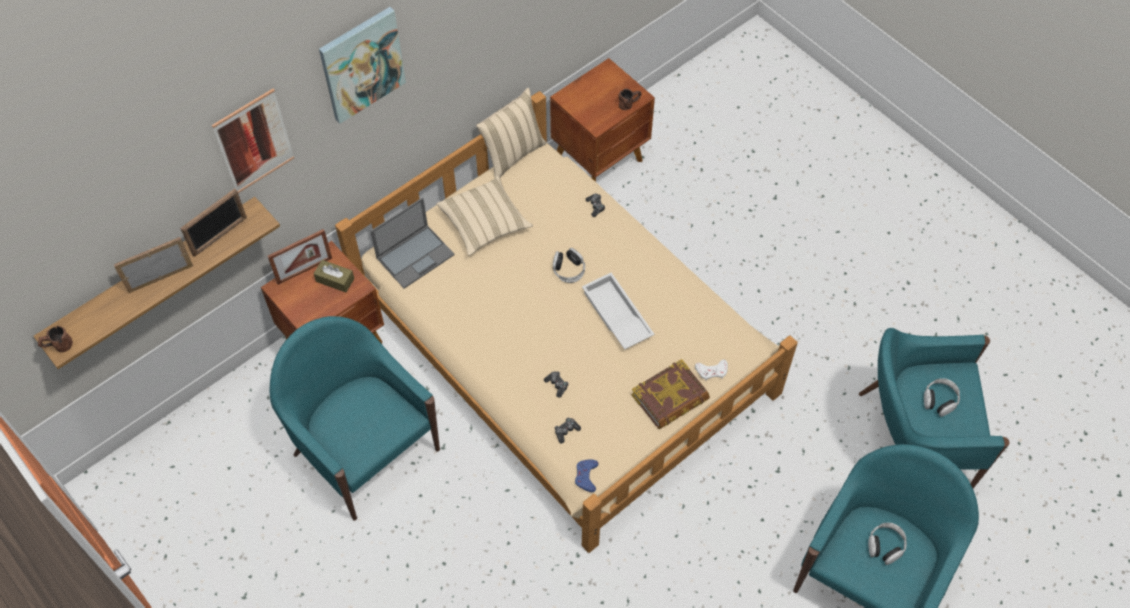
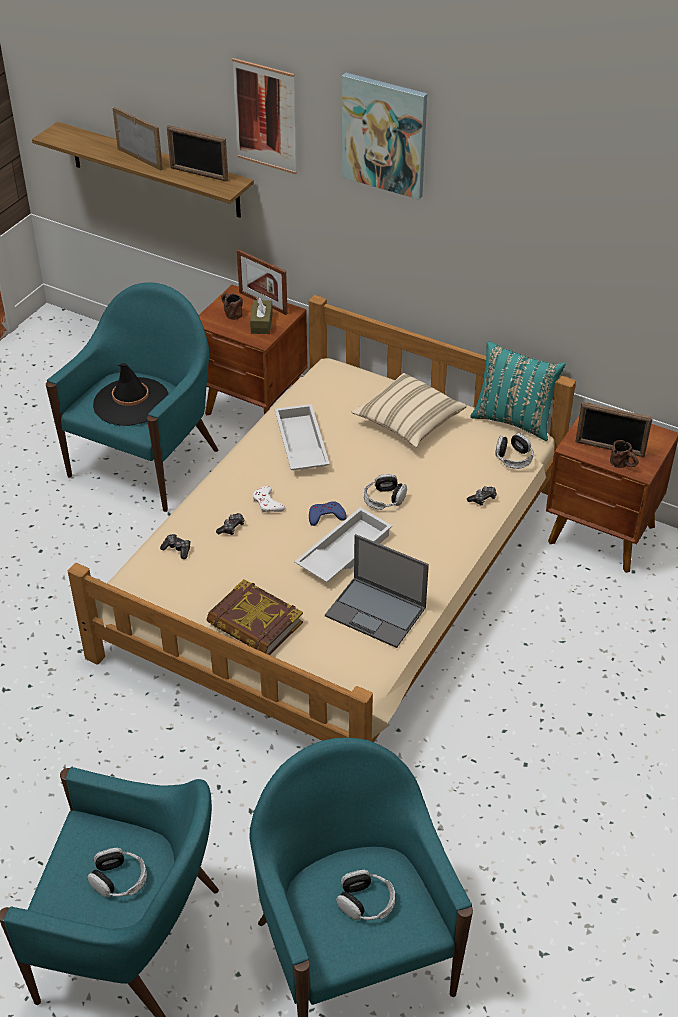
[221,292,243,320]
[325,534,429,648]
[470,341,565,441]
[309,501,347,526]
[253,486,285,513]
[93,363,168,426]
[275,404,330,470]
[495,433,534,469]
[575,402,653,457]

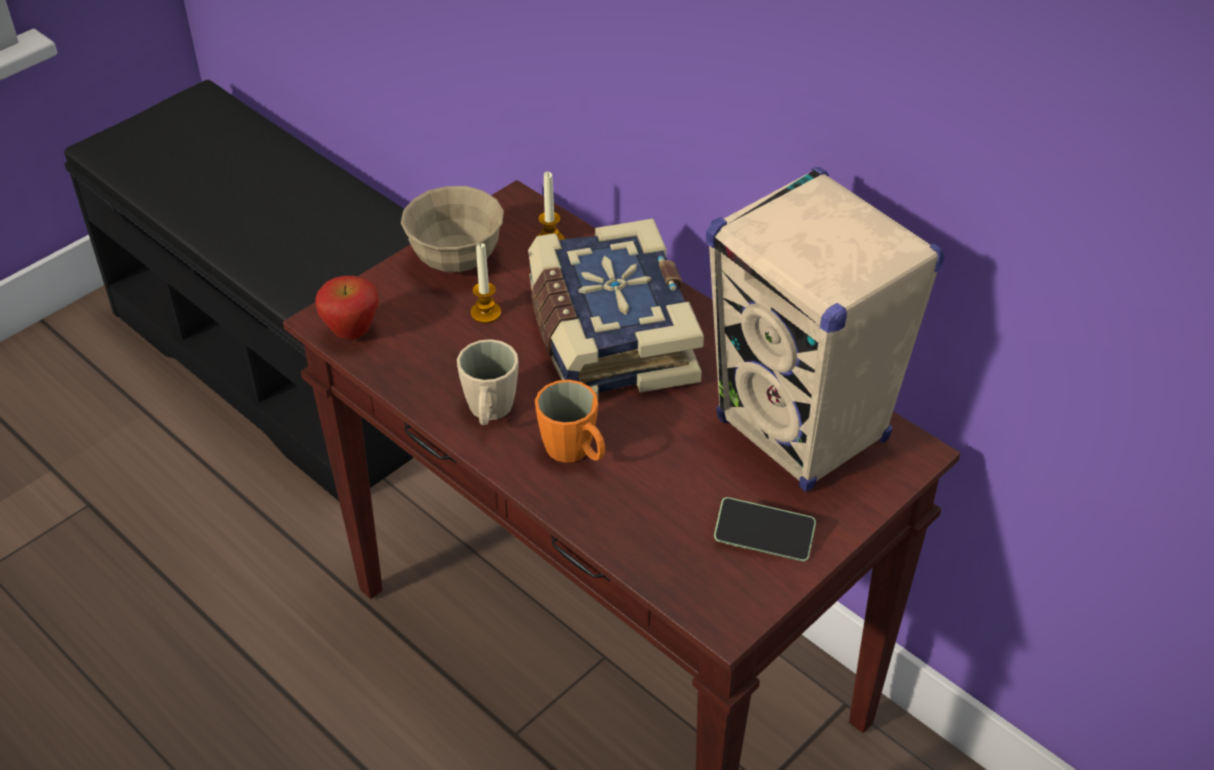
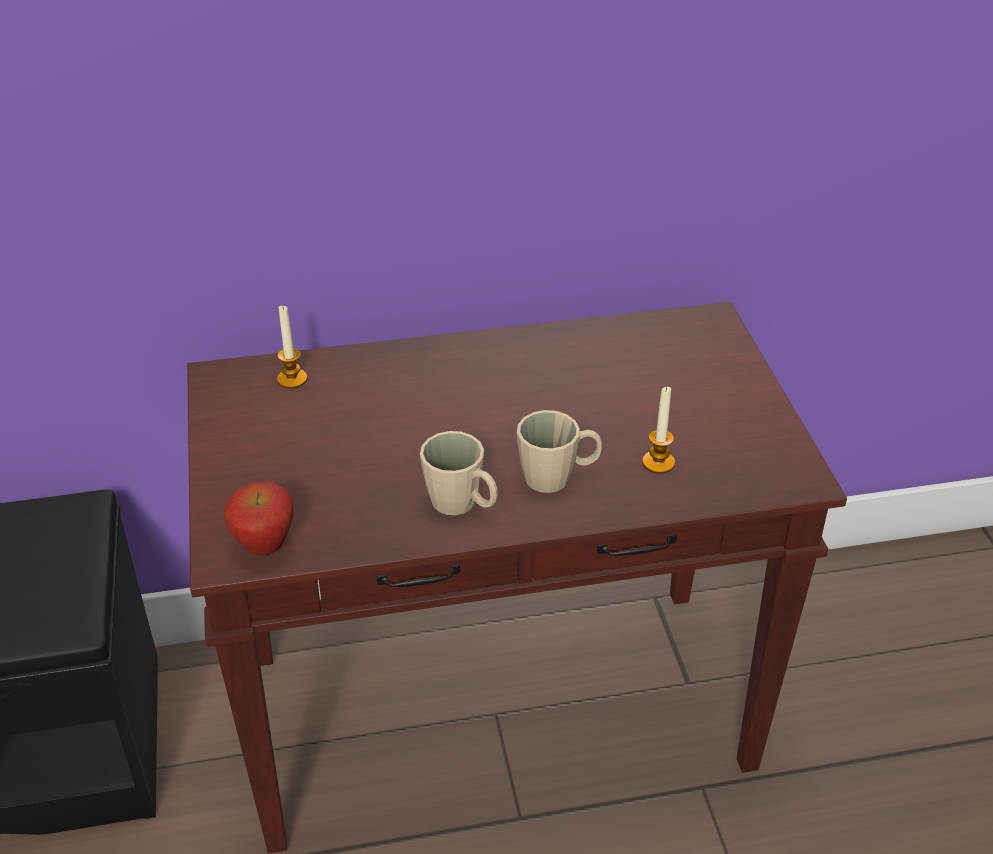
[401,186,504,272] (first image)
[642,387,675,474]
[528,218,704,399] (first image)
[517,410,602,493]
[706,167,945,492] (first image)
[714,497,816,562] (first image)

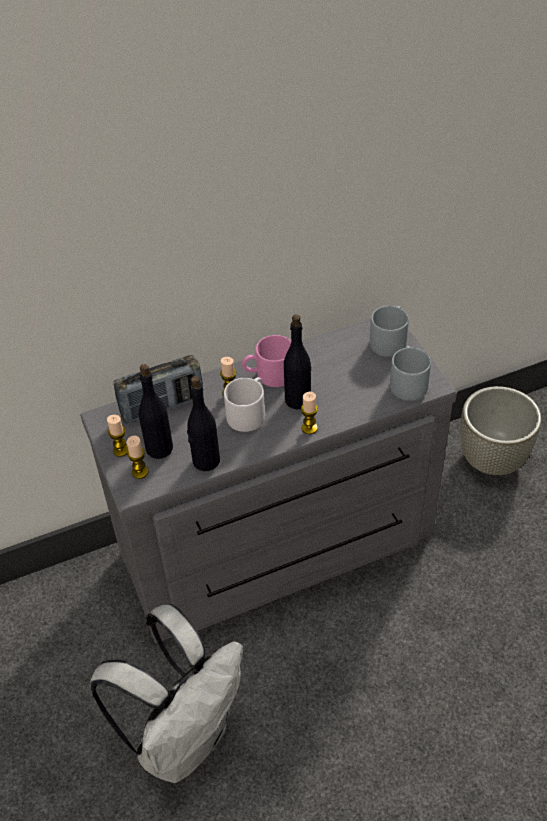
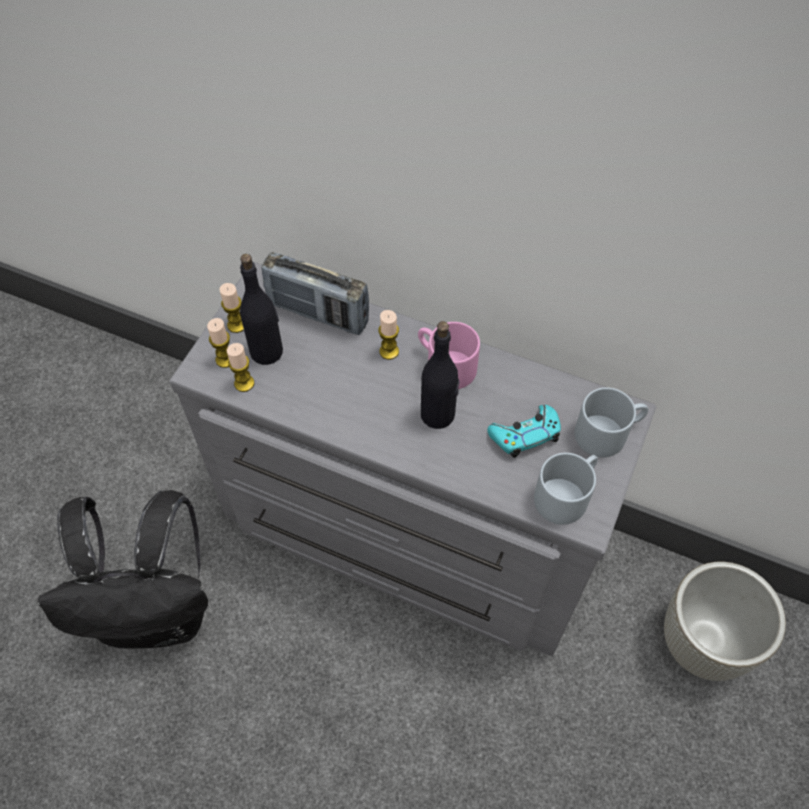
[38,490,208,649]
[187,376,220,471] (first image)
[224,377,265,432] (first image)
[227,343,254,392]
[487,405,561,458]

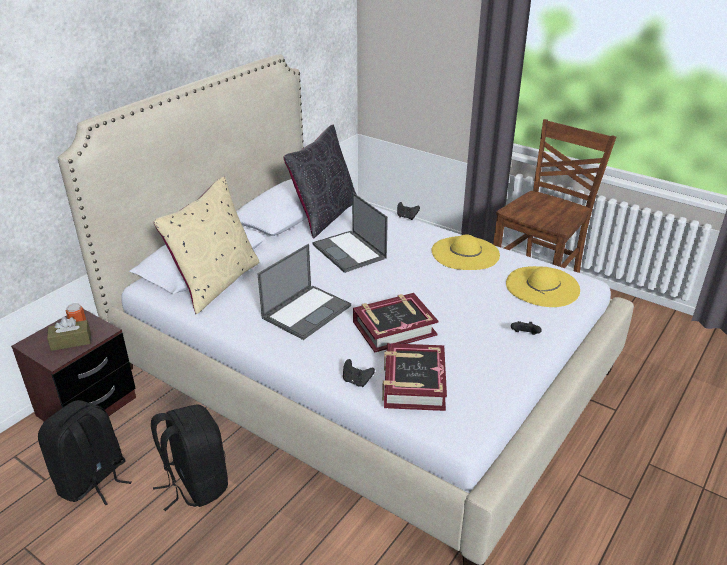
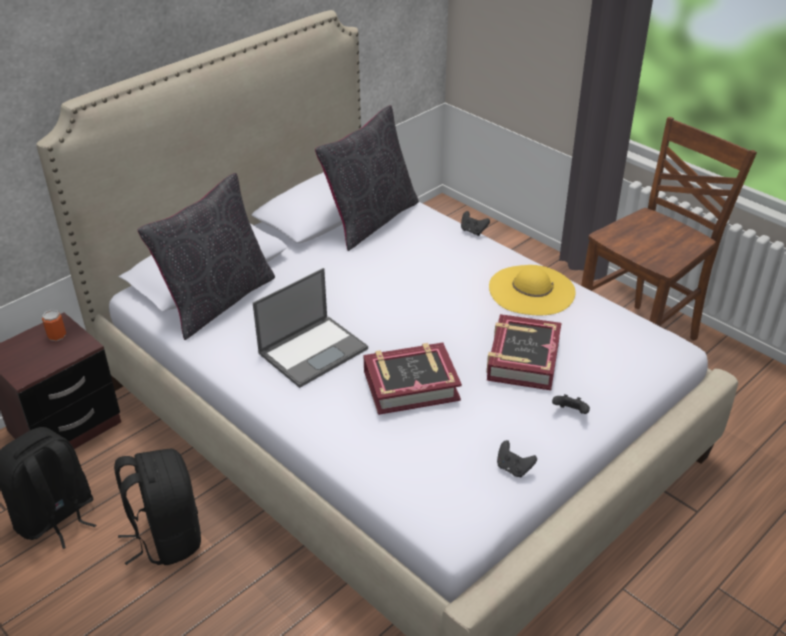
[47,317,91,351] (first image)
[138,173,275,340]
[313,192,388,273] (first image)
[497,440,537,478]
[487,314,561,390]
[506,266,580,307] (first image)

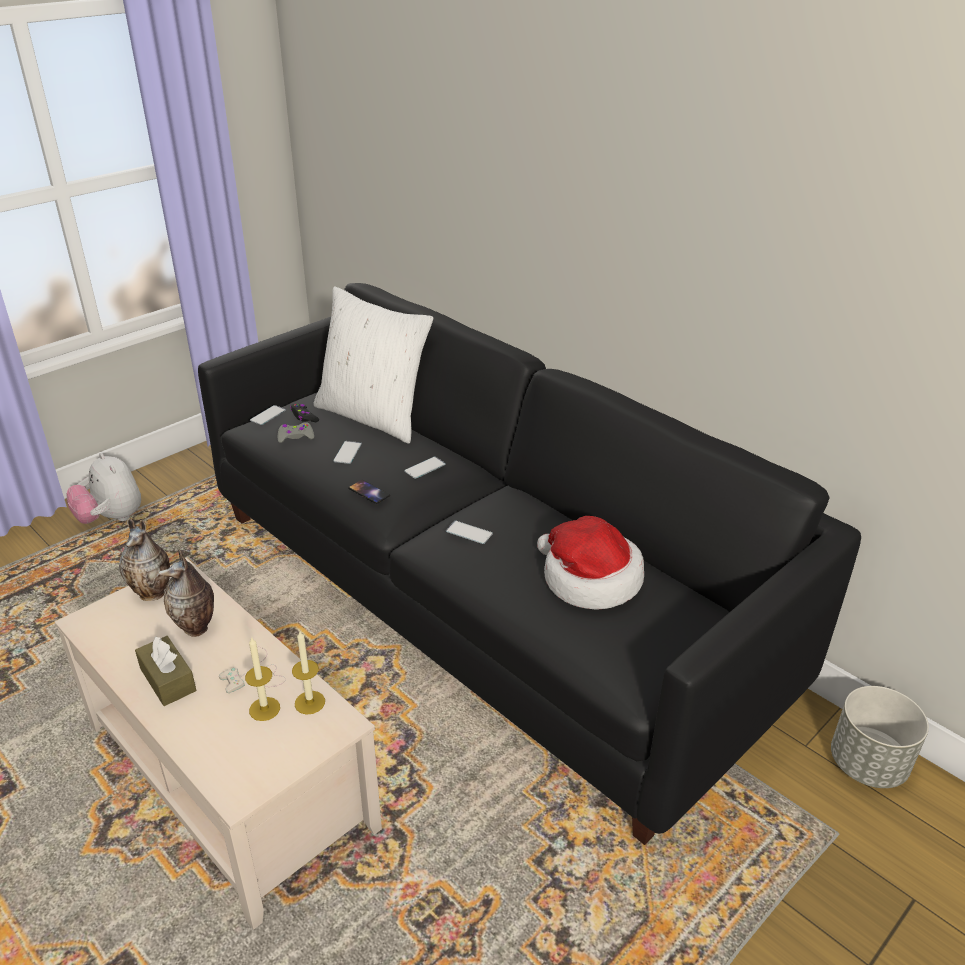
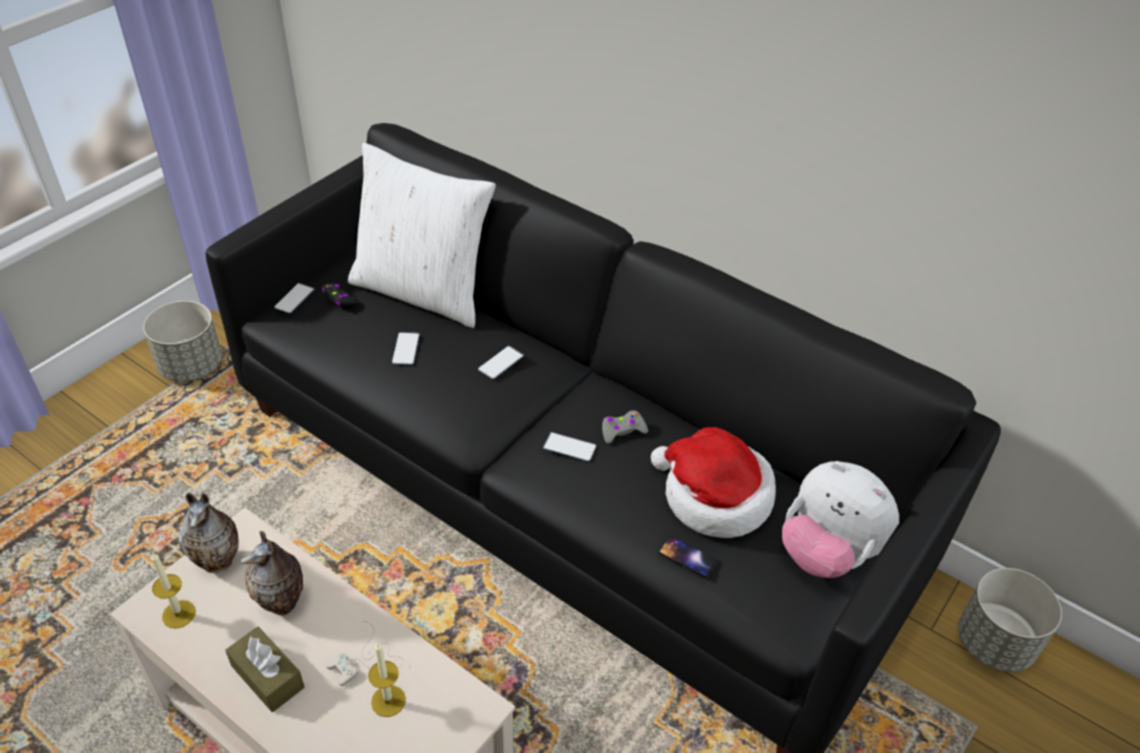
[782,461,899,578]
[602,410,648,444]
[151,552,196,629]
[658,536,717,577]
[143,301,222,382]

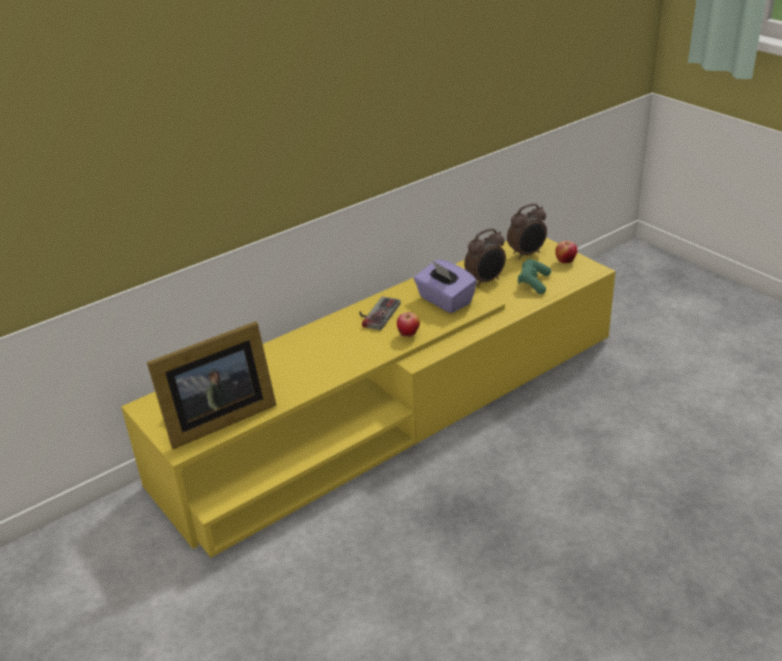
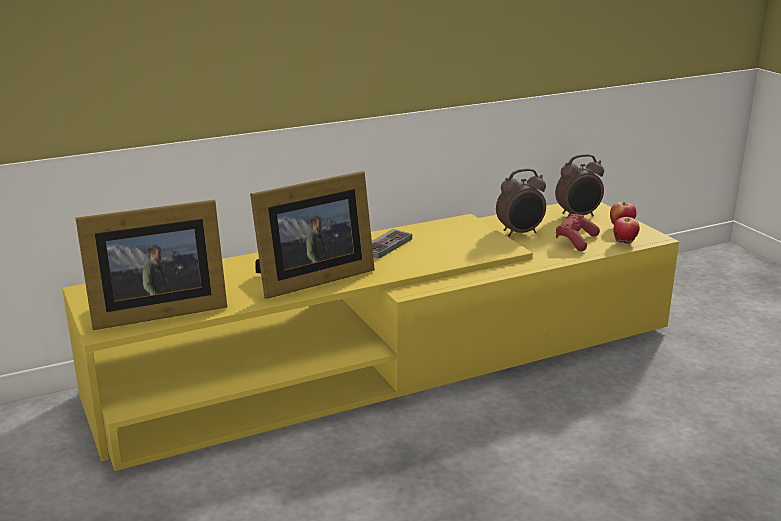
[613,217,640,244]
[414,259,477,313] (first image)
[556,214,600,251]
[250,171,375,299]

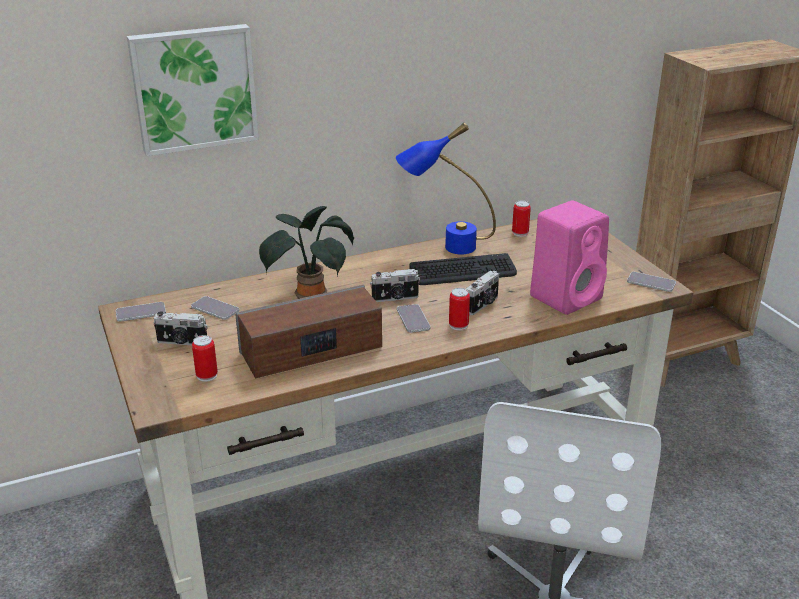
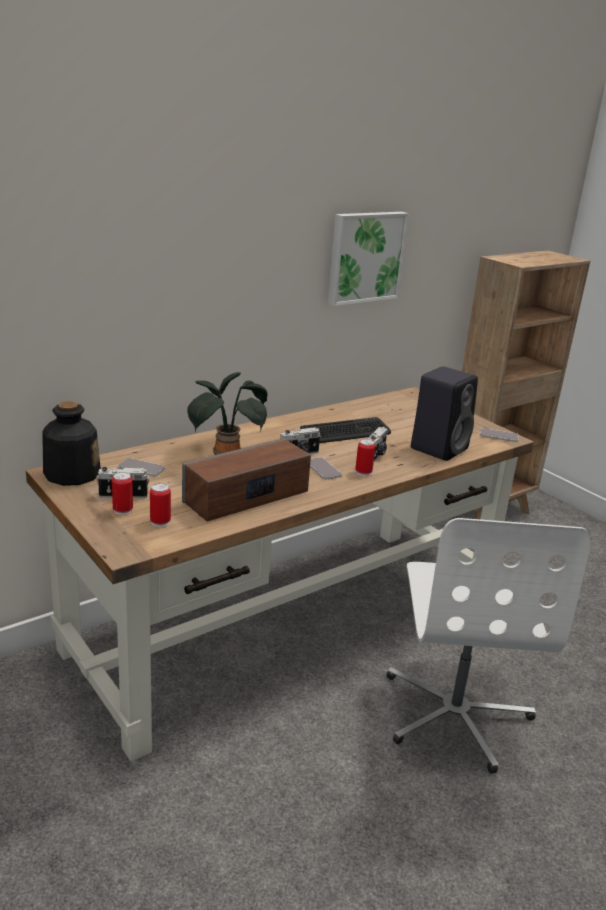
[42,401,101,486]
[328,212,409,306]
[396,123,496,254] (first image)
[112,472,133,515]
[411,366,478,461]

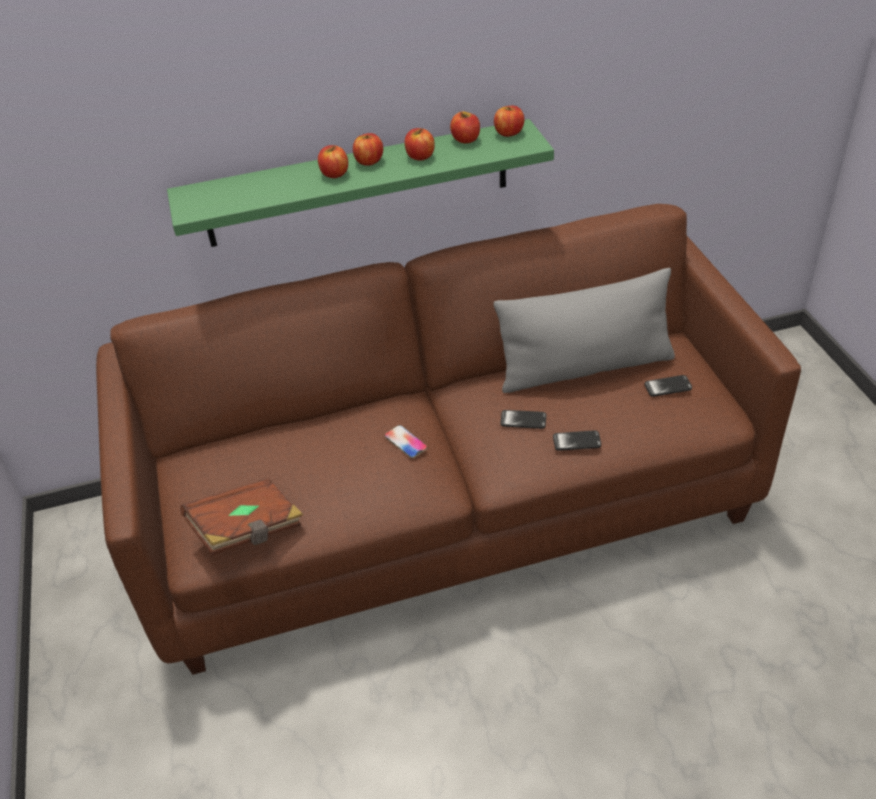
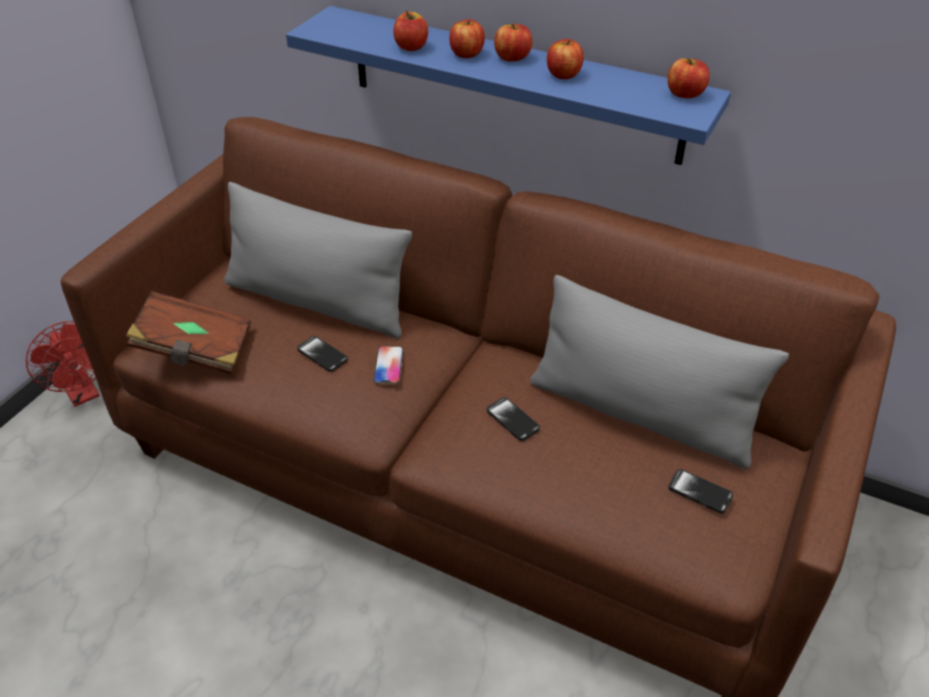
[286,6,731,165]
[393,11,428,51]
[297,336,348,372]
[26,321,100,407]
[224,182,412,339]

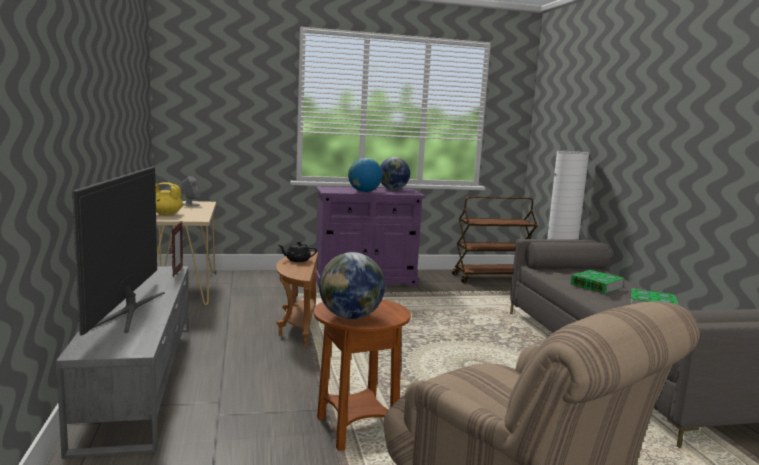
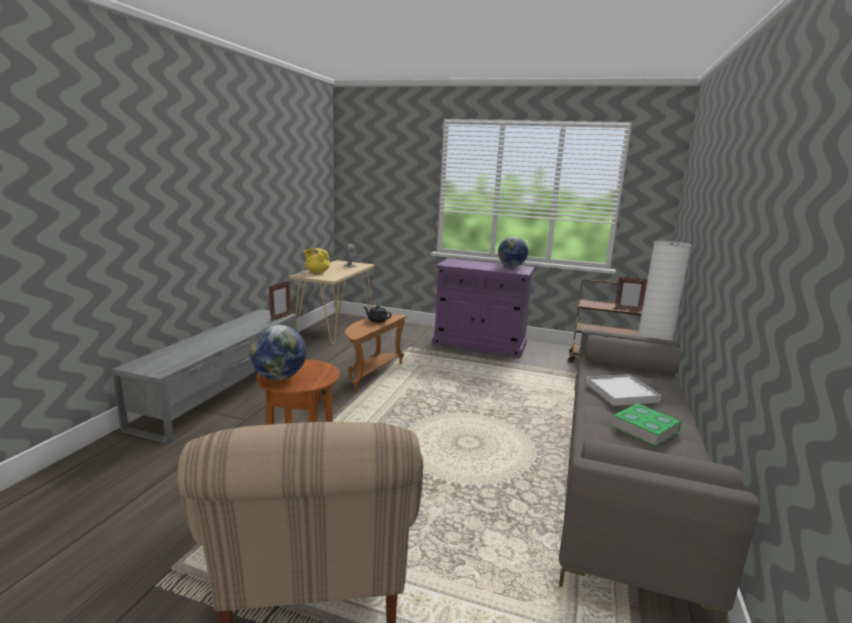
[73,167,165,335] (first image)
[348,158,382,192] (first image)
[586,374,661,406]
[615,277,648,312]

